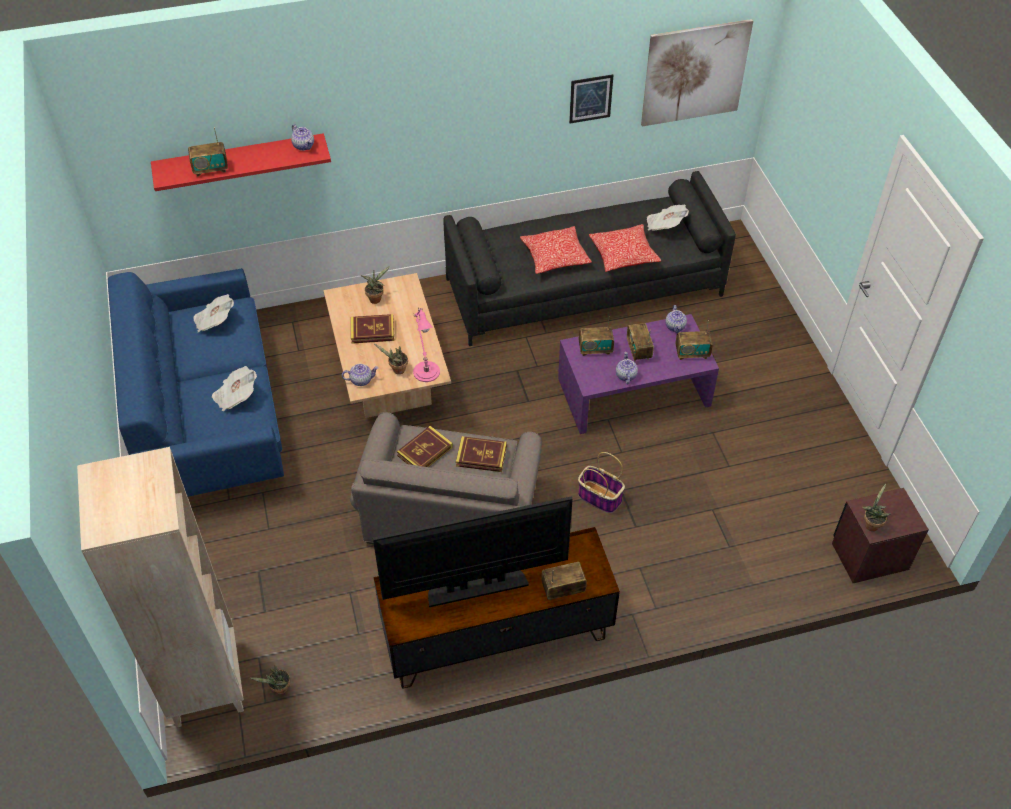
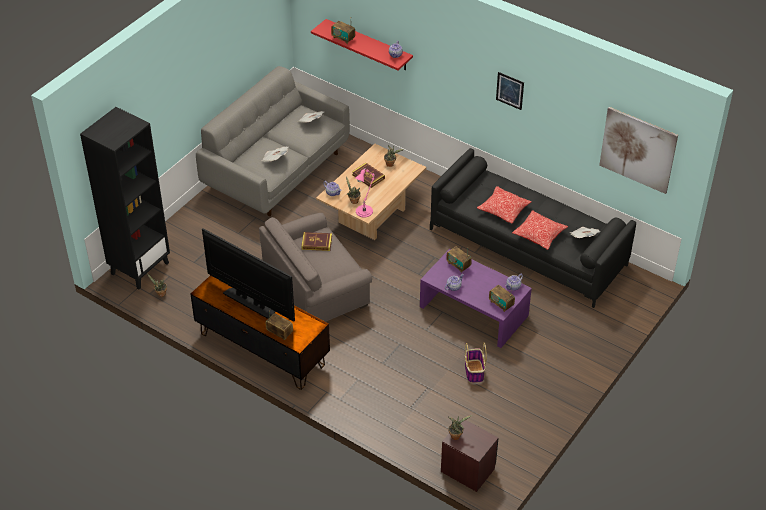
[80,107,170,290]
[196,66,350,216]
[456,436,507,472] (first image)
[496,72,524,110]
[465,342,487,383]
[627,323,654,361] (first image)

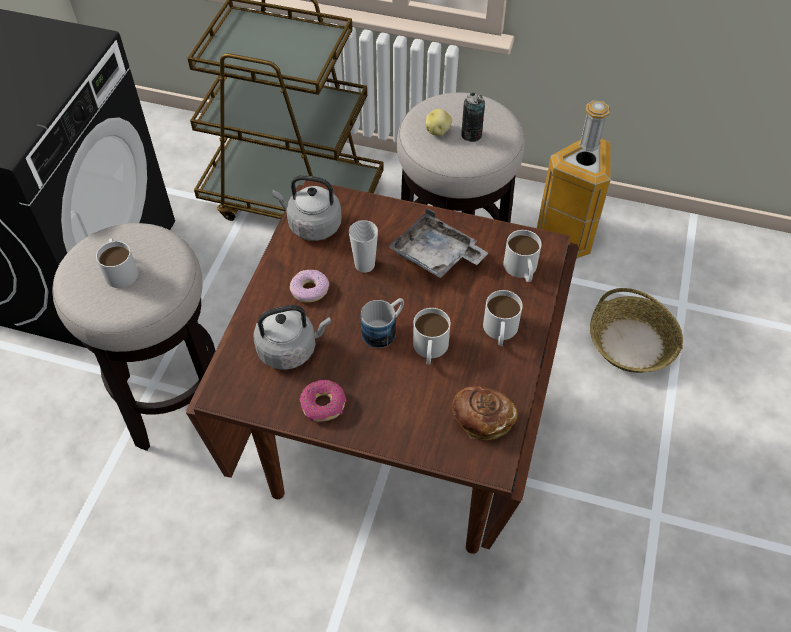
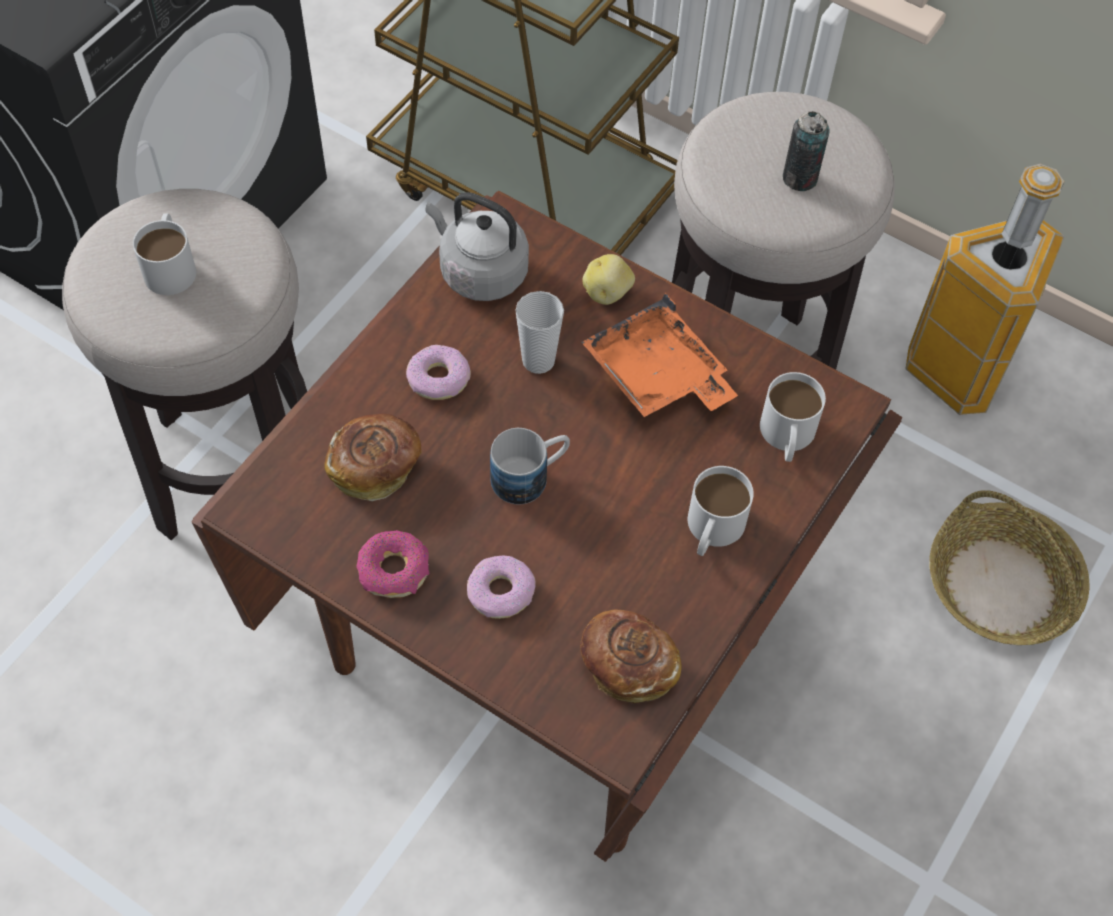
[324,413,422,501]
[582,293,738,417]
[413,308,450,365] (first image)
[583,254,635,305]
[467,555,536,619]

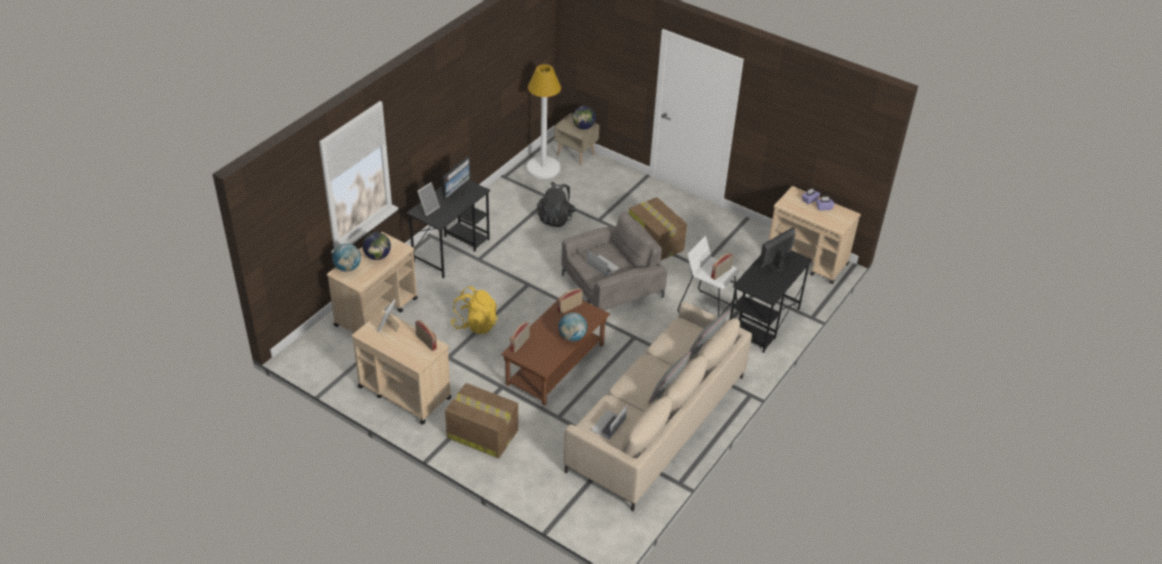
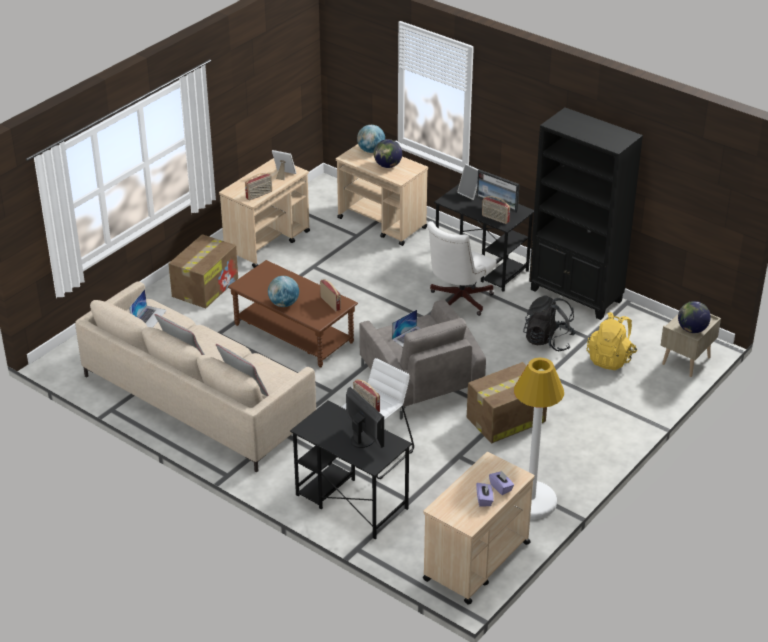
[587,312,637,370]
[482,196,510,224]
[514,358,564,519]
[129,289,167,328]
[427,221,497,316]
[529,107,643,320]

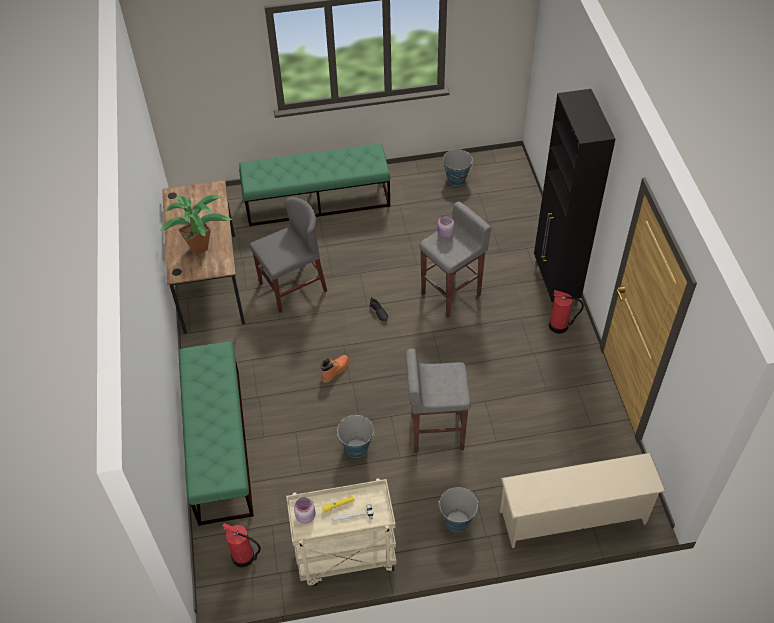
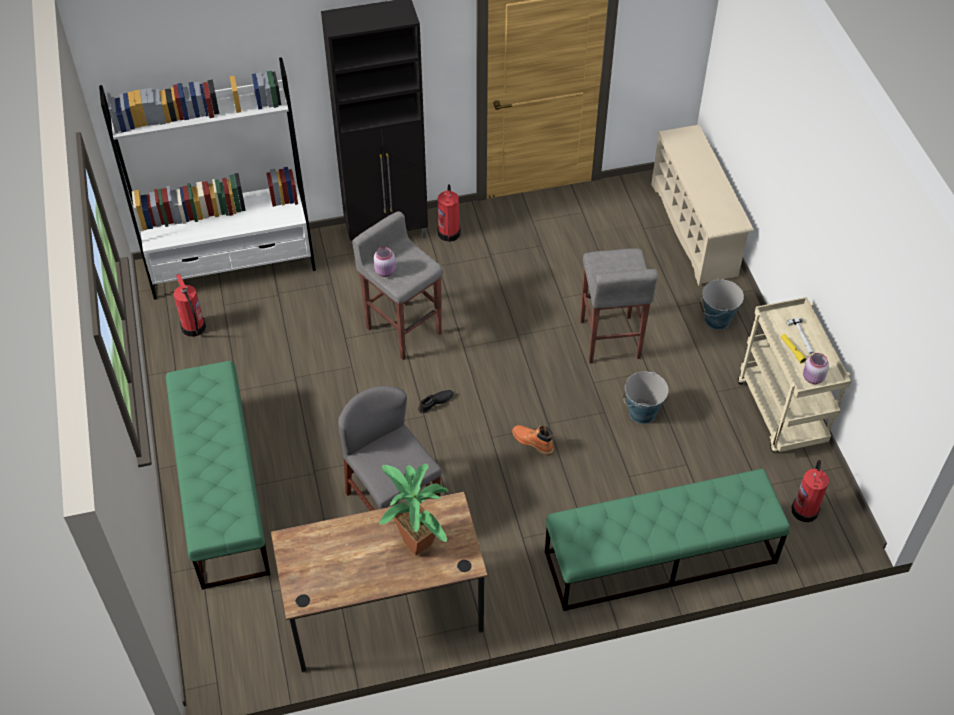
[174,274,206,337]
[99,57,316,300]

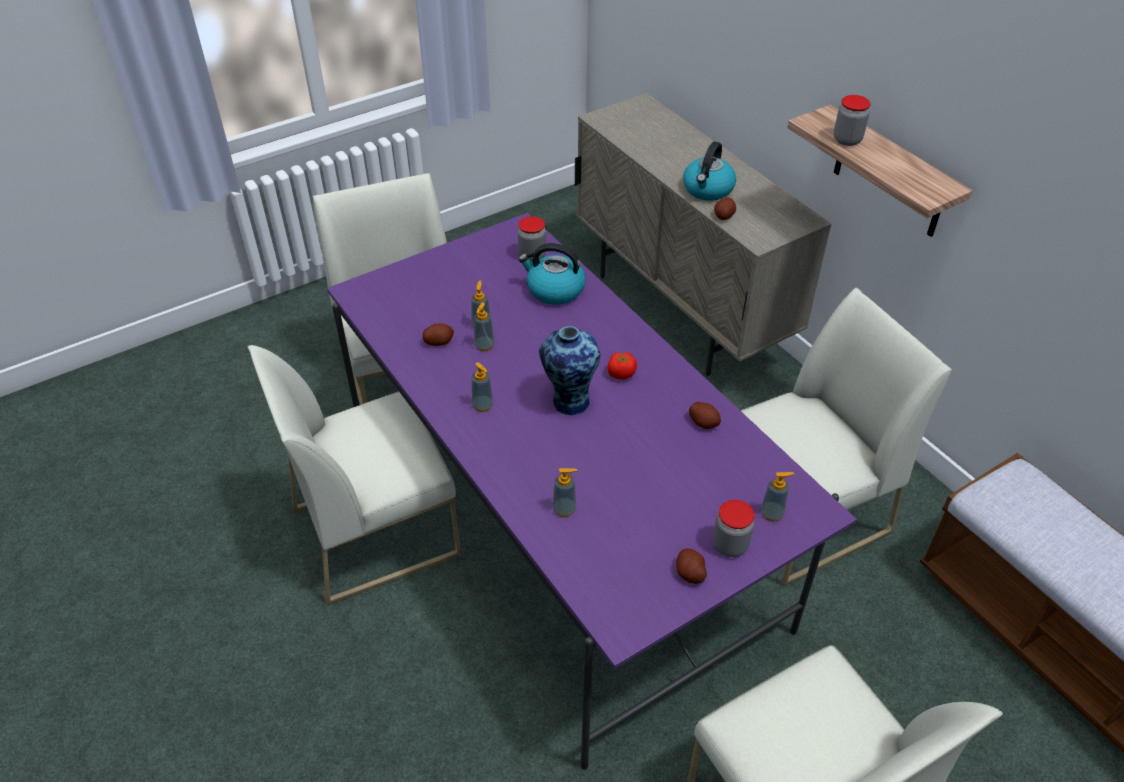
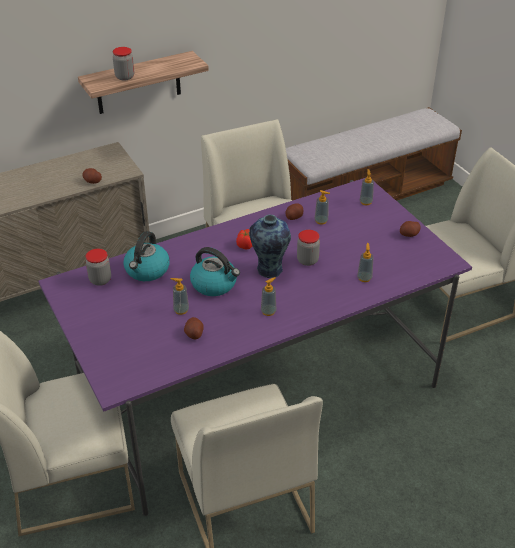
[314,190,330,225]
[190,247,240,296]
[297,230,320,266]

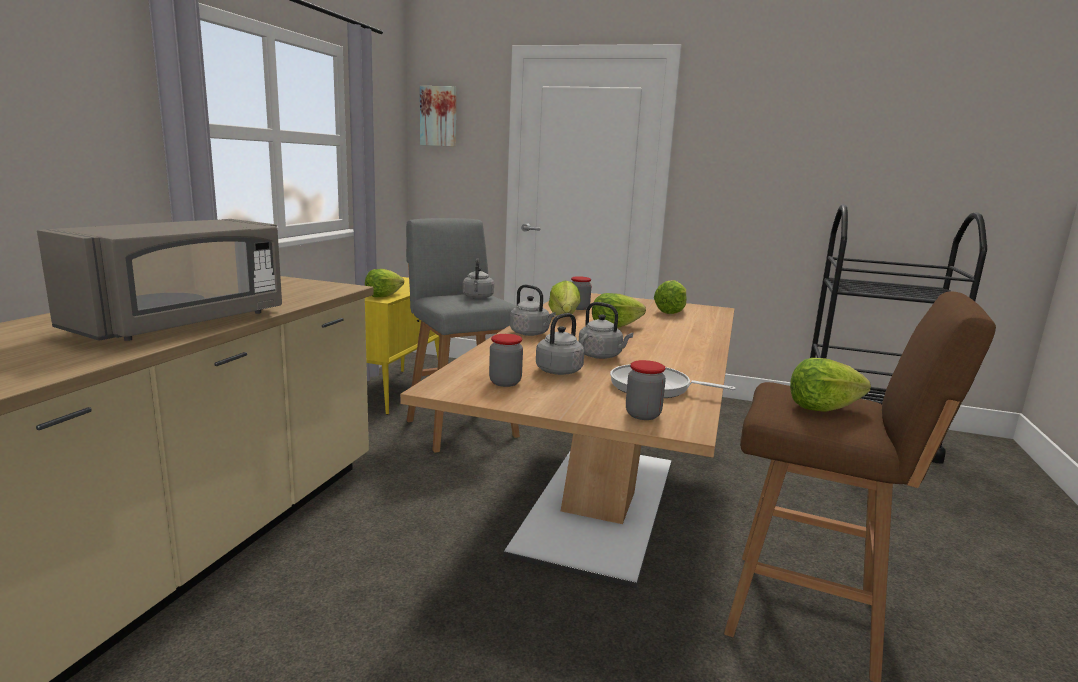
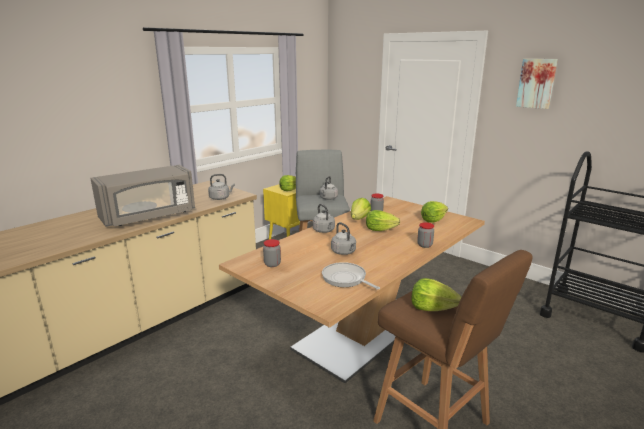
[516,59,558,109]
[208,174,235,200]
[417,222,434,248]

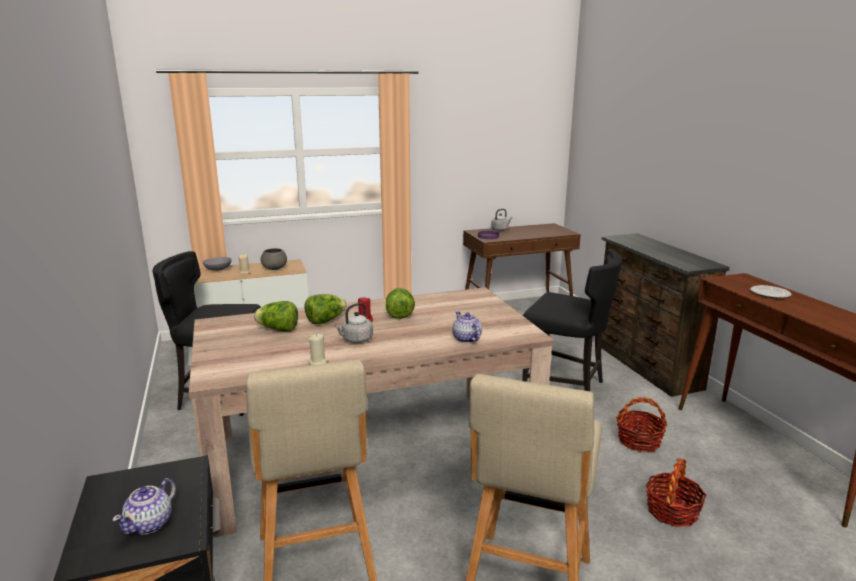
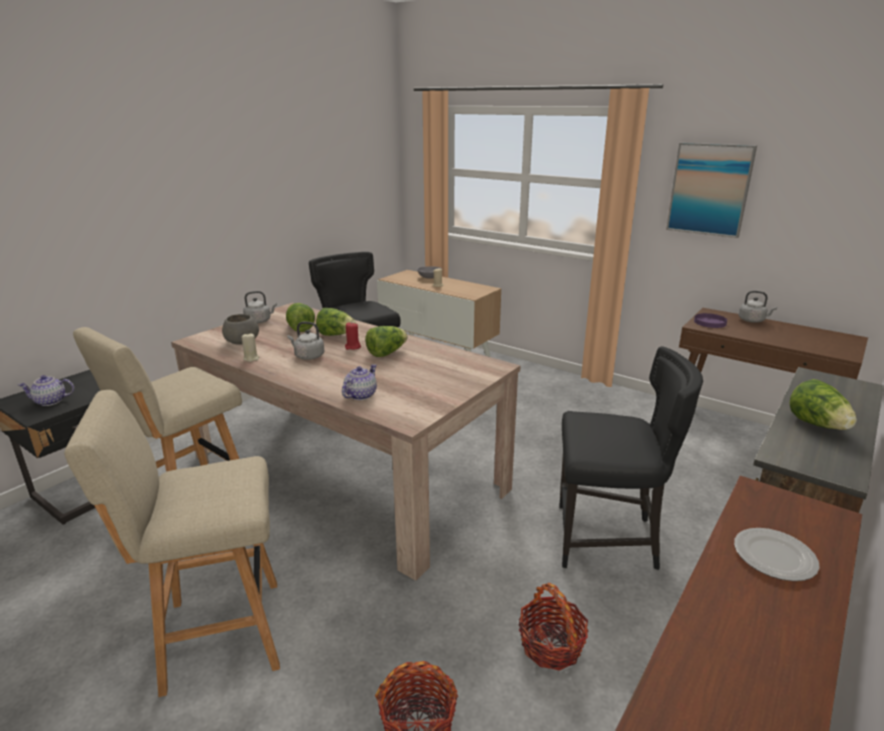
[222,314,259,345]
[559,346,703,570]
[243,291,277,323]
[666,143,757,238]
[790,379,857,430]

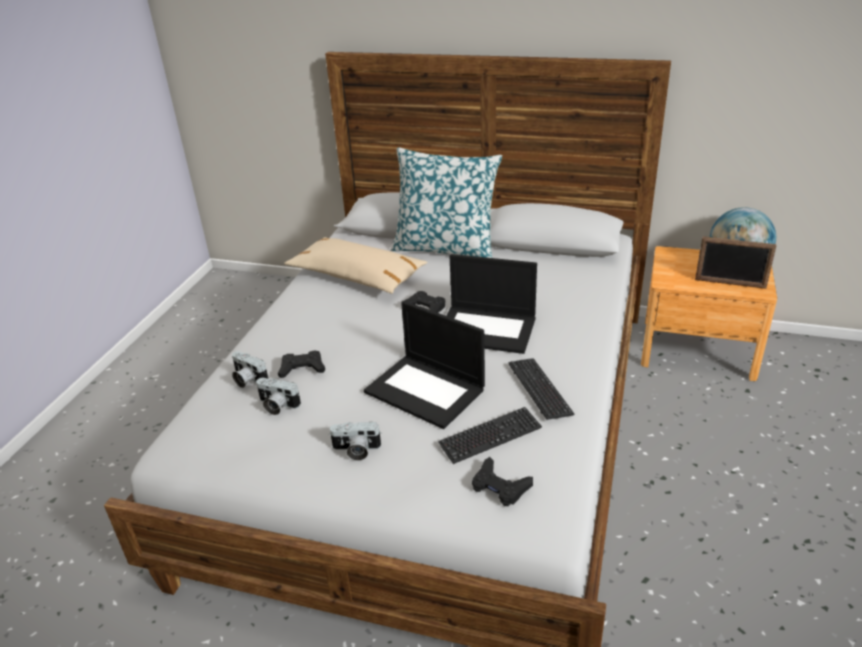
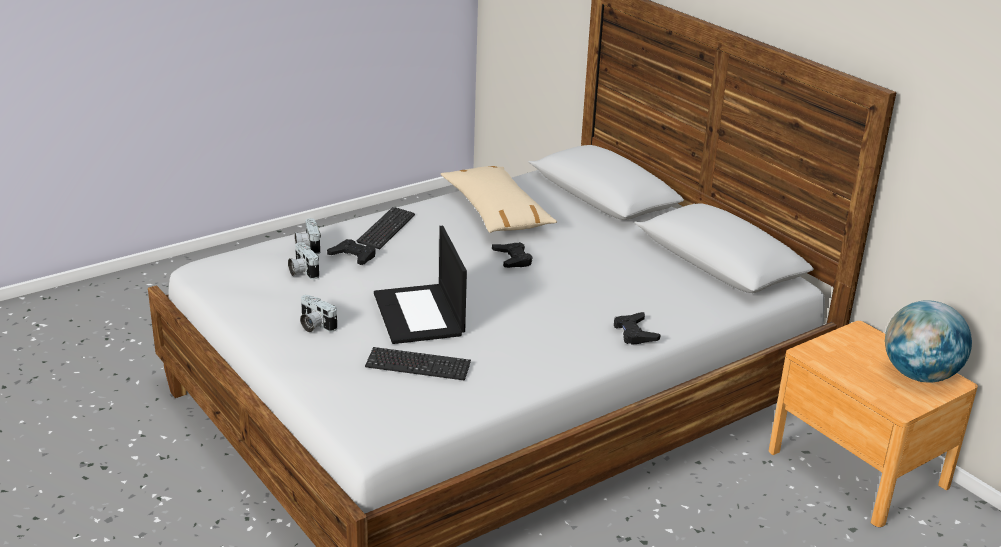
[391,147,502,258] (first image)
[446,254,537,354] (first image)
[614,312,661,345]
[357,207,415,249]
[695,236,777,289] (first image)

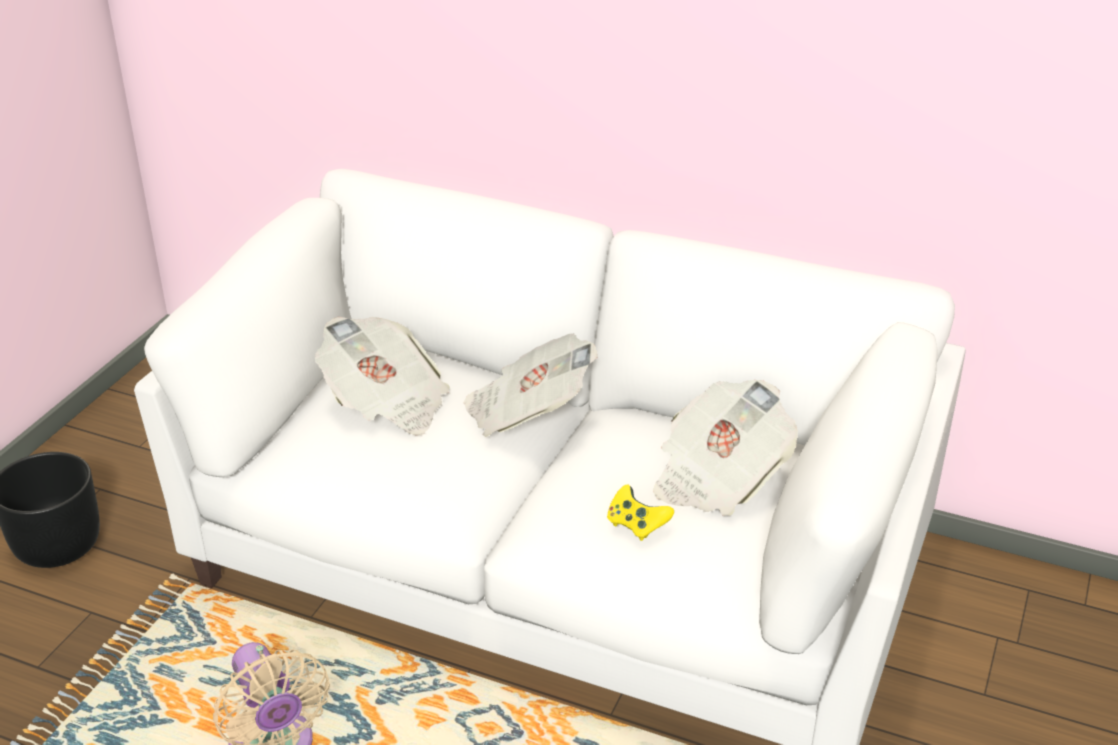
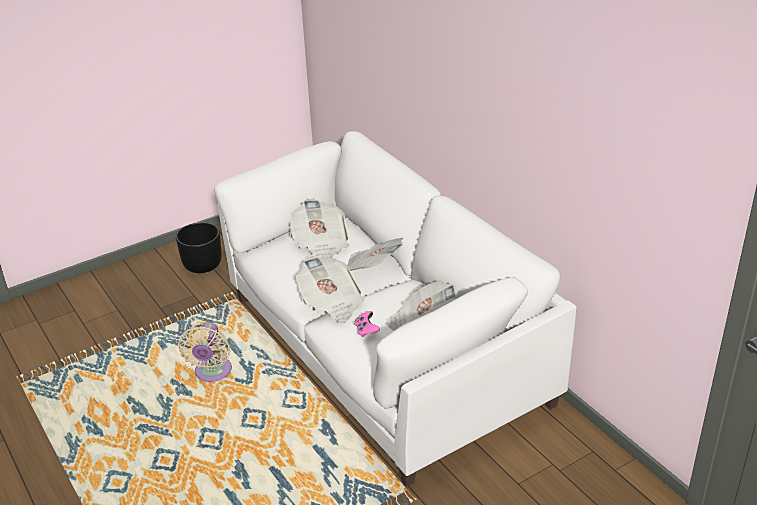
[354,311,380,337]
[296,257,365,323]

